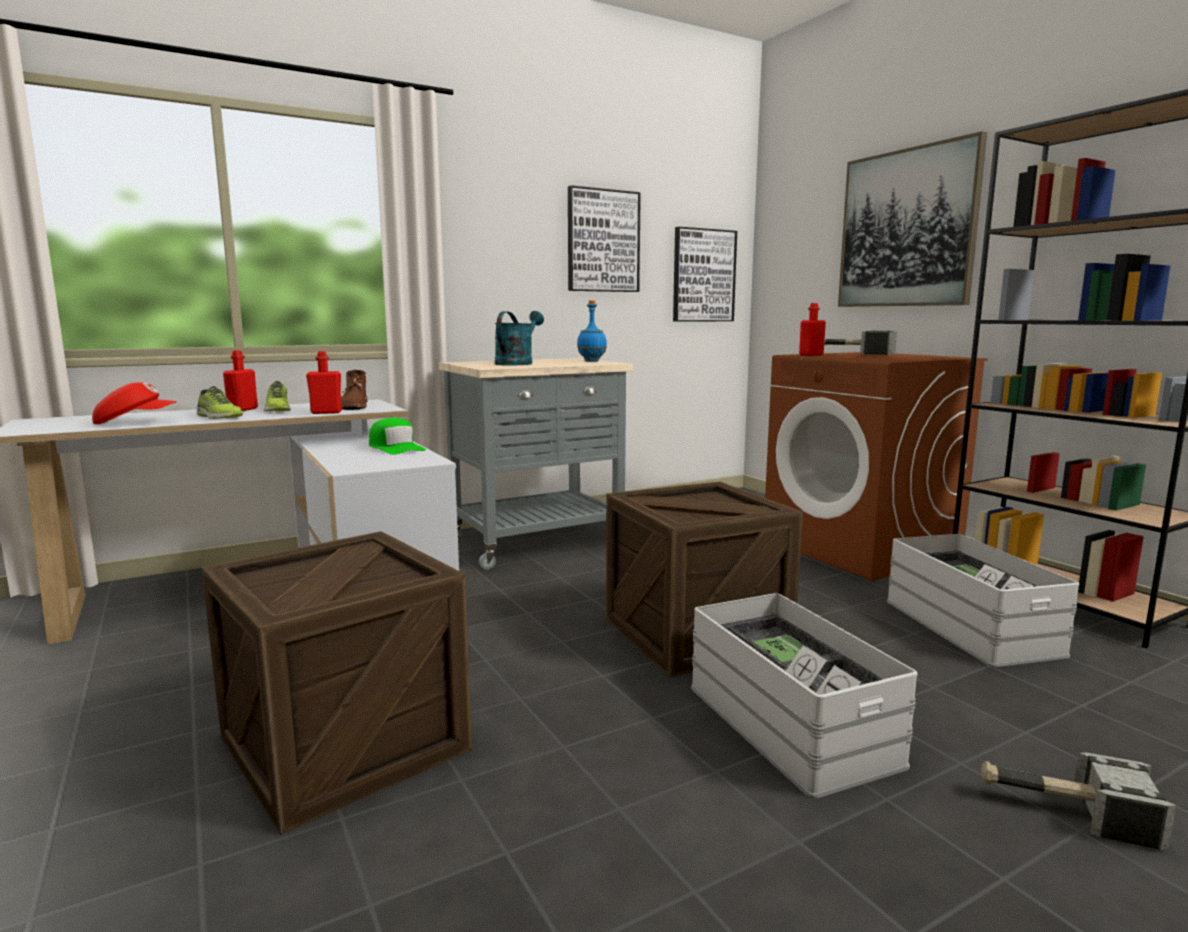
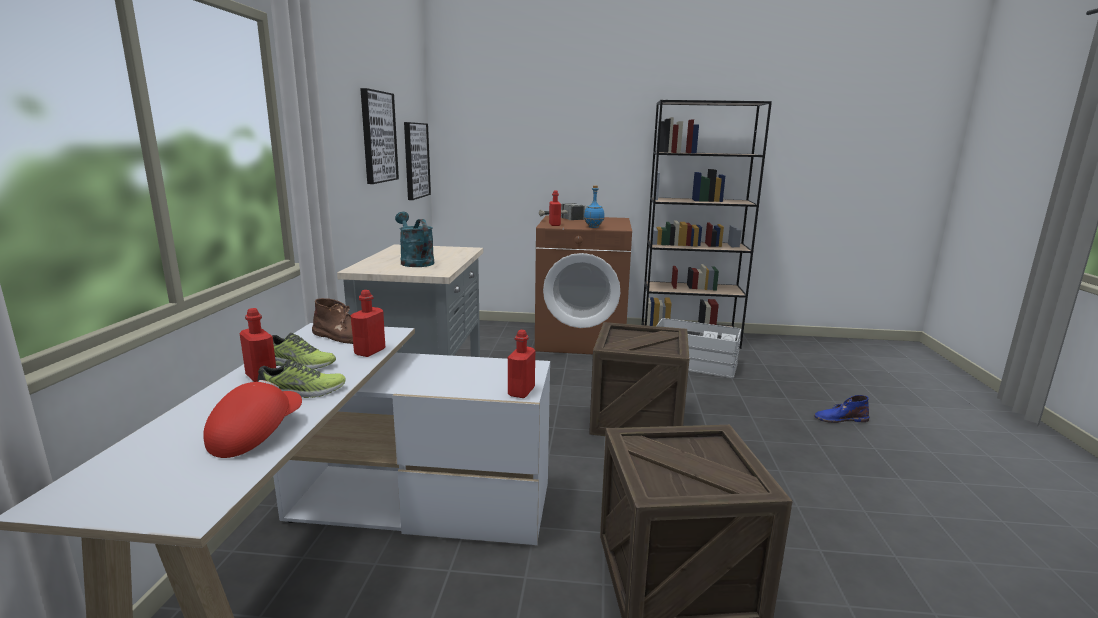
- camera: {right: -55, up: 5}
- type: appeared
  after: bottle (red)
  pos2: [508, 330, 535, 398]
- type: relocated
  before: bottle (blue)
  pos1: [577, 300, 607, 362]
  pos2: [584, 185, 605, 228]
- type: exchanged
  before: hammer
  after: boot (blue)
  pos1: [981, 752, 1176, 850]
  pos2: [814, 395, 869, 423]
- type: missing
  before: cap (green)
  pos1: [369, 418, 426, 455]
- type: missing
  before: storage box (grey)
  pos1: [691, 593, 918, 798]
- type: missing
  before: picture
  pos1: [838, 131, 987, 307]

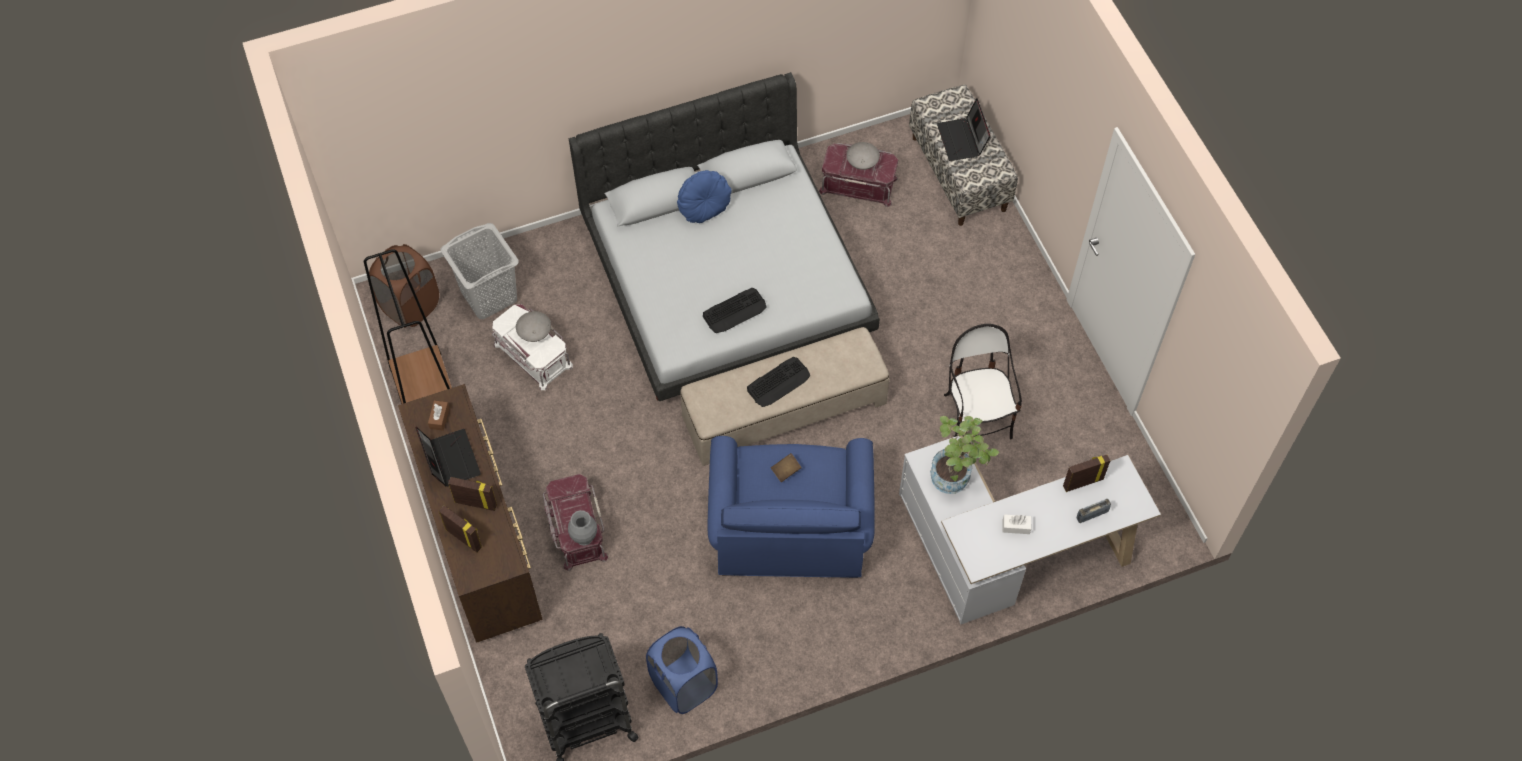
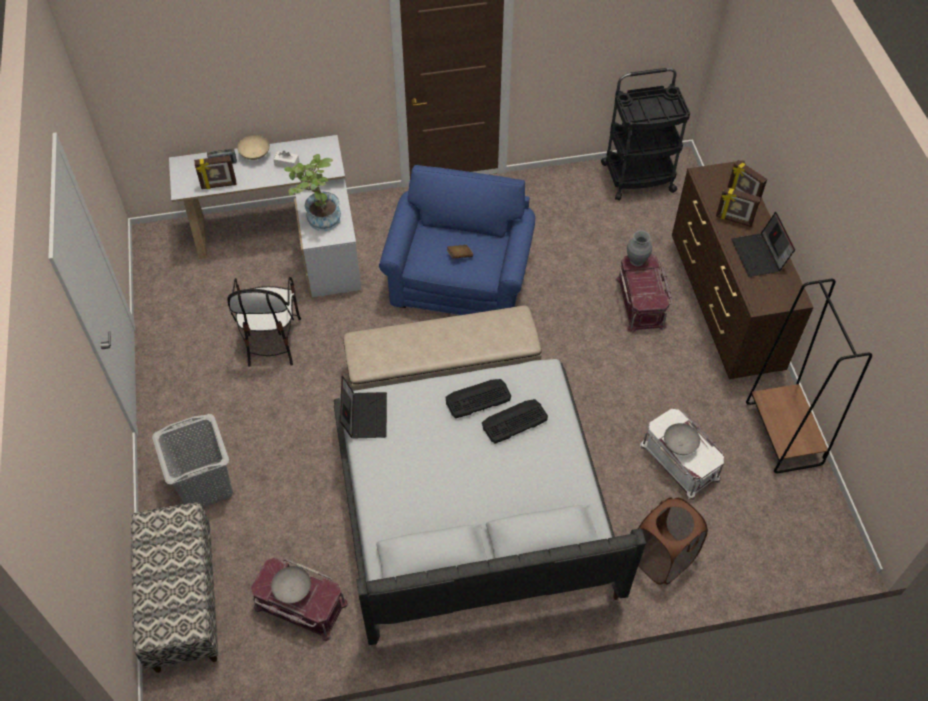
- camera: {right: -170, up: -5}
- type: relocated
  before: laundry basket (grey)
  pos1: [440, 223, 519, 319]
  pos2: [152, 414, 233, 507]
- type: appeared
  after: bowl (beige)
  pos2: [237, 135, 270, 160]
- type: relocated
  before: laptop
  pos1: [937, 98, 991, 161]
  pos2: [340, 376, 387, 438]
- type: relocated
  before: keyboard
  pos1: [747, 357, 810, 407]
  pos2: [482, 399, 548, 444]
- type: relocated
  before: laundry basket (brown)
  pos1: [369, 244, 439, 328]
  pos2: [638, 497, 708, 585]
- type: missing
  before: tissue box (brown)
  pos1: [428, 401, 449, 431]
- type: missing
  before: laundry basket (blue)
  pos1: [646, 626, 718, 714]
- type: missing
  before: pillow (blue)
  pos1: [677, 170, 732, 223]

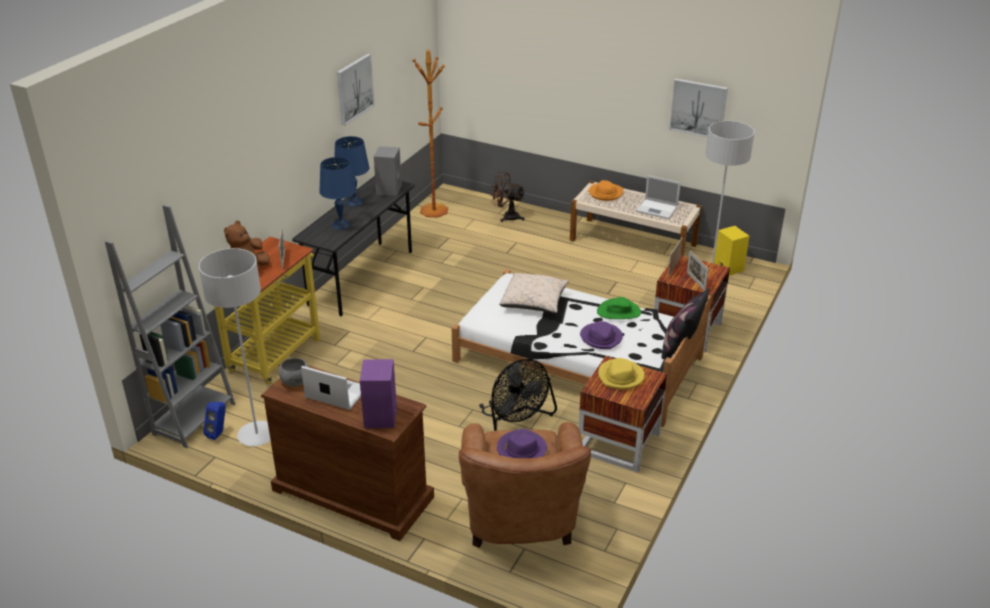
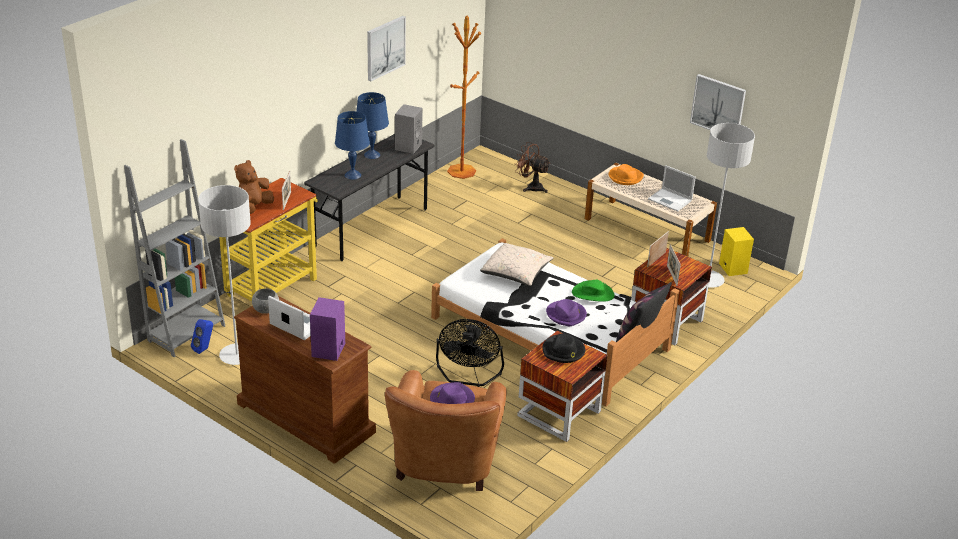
- camera: {right: 10, up: 0}
- type: spun
  before: fan (black)
  pos1: [479, 359, 557, 431]
  pos2: [436, 319, 504, 387]
  turn: -150
- type: colour
  before: hat (yellow)
  after: hat (black)
  pos1: [598, 358, 645, 390]
  pos2: [543, 333, 585, 363]

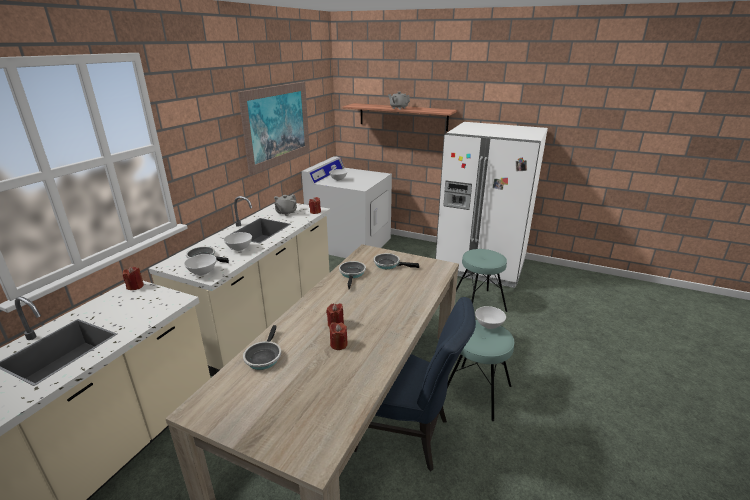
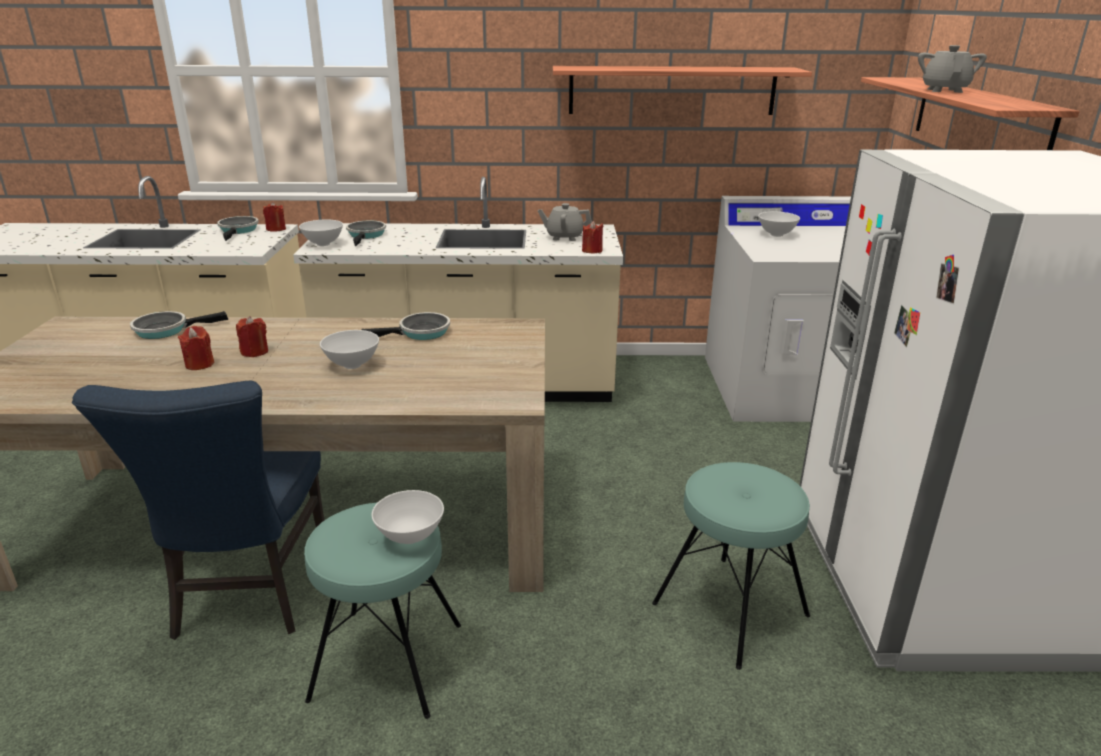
- camera: {right: 65, up: 0}
- type: relocated
  before: frying pan
  pos1: [374, 253, 419, 269]
  pos2: [217, 216, 259, 241]
- type: relocated
  before: bowl (white)
  pos1: [224, 232, 252, 251]
  pos2: [320, 330, 379, 369]
- type: exchanged
  before: picture
  after: shelf
  pos1: [238, 82, 310, 176]
  pos2: [553, 66, 812, 115]

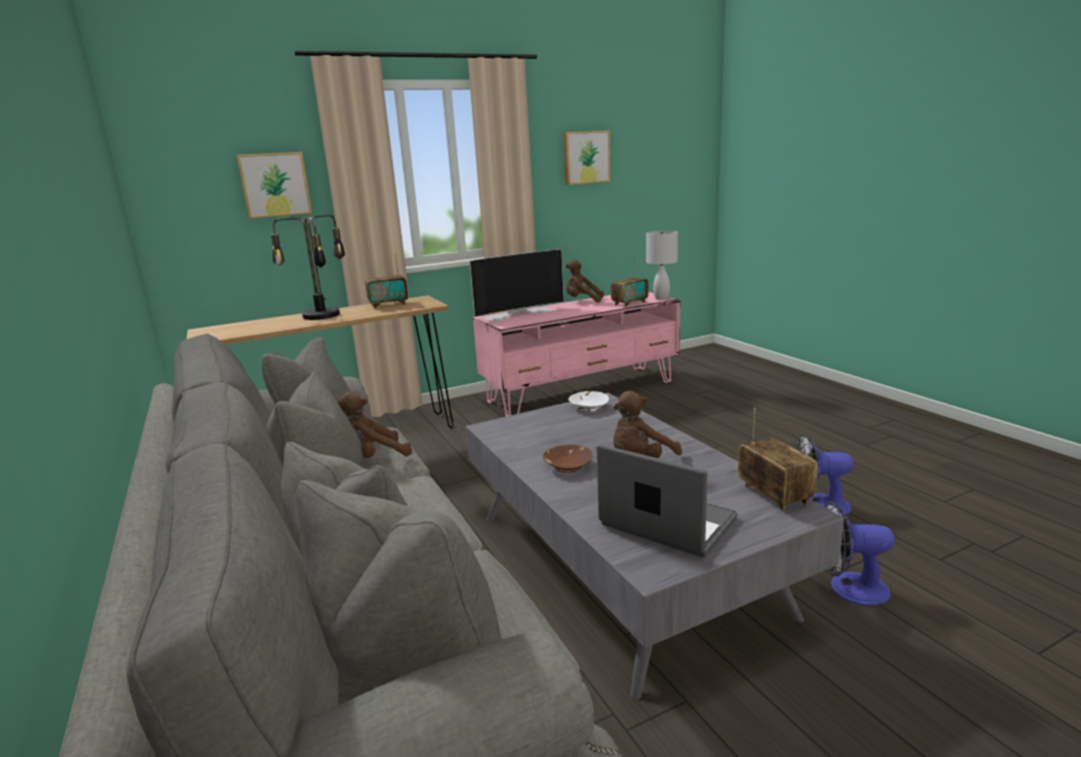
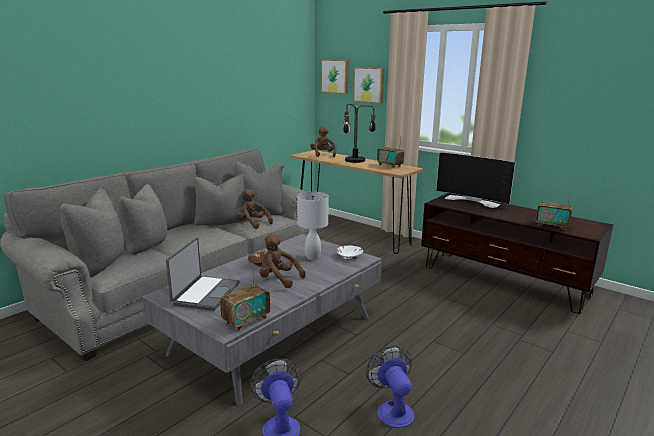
- camera: {right: 65, up: 0}
- type: relocated
  before: table lamp (white)
  pos1: [646, 231, 678, 299]
  pos2: [297, 192, 329, 260]
- type: relocated
  before: plush toy (brown)
  pos1: [566, 259, 604, 303]
  pos2: [310, 127, 337, 157]
- type: relocated
  before: picture
  pos1: [563, 130, 611, 185]
  pos2: [321, 60, 349, 94]
- type: colour
  before: tv stand (pink)
  after: tv stand (brown)
  pos1: [473, 292, 680, 416]
  pos2: [421, 193, 613, 314]

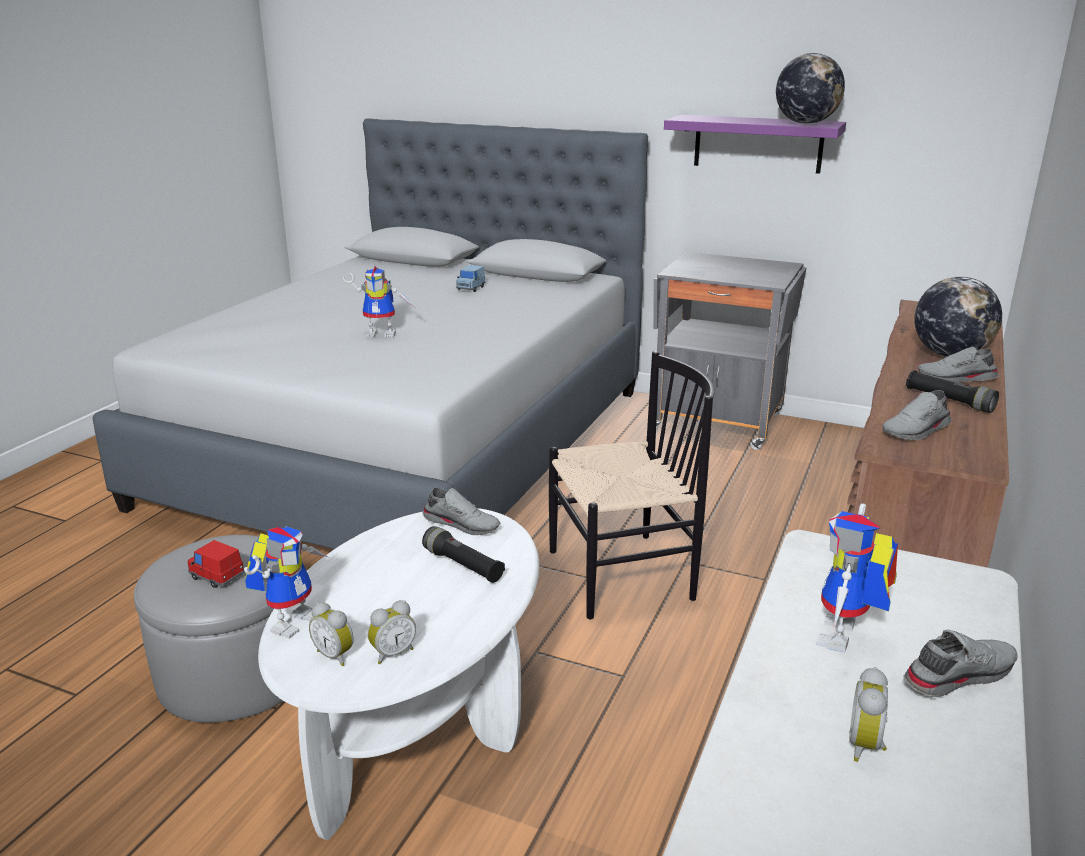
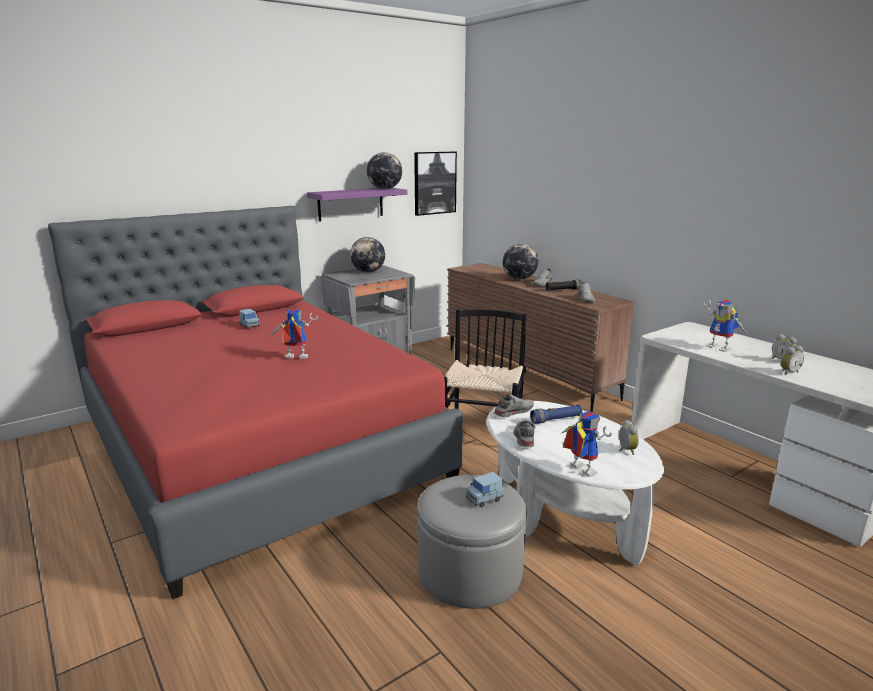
- camera: {right: -60, up: -5}
- type: colour
  before: bed (grey)
  after: bed (red)
  pos1: [92, 119, 648, 549]
  pos2: [48, 206, 463, 599]
- type: spun
  before: toy robot
  pos1: [342, 267, 417, 338]
  pos2: [268, 309, 318, 359]
  turn: -120
- type: appeared
  after: globe
  pos2: [350, 237, 385, 273]
- type: appeared
  after: picture
  pos2: [414, 152, 457, 216]
- type: colour
  before: toy car (red)
  after: toy car (blue)
  pos1: [188, 540, 245, 588]
  pos2: [466, 472, 504, 507]
- type: relocated
  before: shoe (grey)
  pos1: [903, 630, 1018, 697]
  pos2: [513, 419, 535, 447]
- type: colour
  before: flashlight (black)
  after: flashlight (blue)
  pos1: [422, 526, 505, 583]
  pos2: [530, 404, 583, 424]
- type: relocated
  before: alarm clock
  pos1: [309, 602, 354, 666]
  pos2: [780, 346, 804, 375]

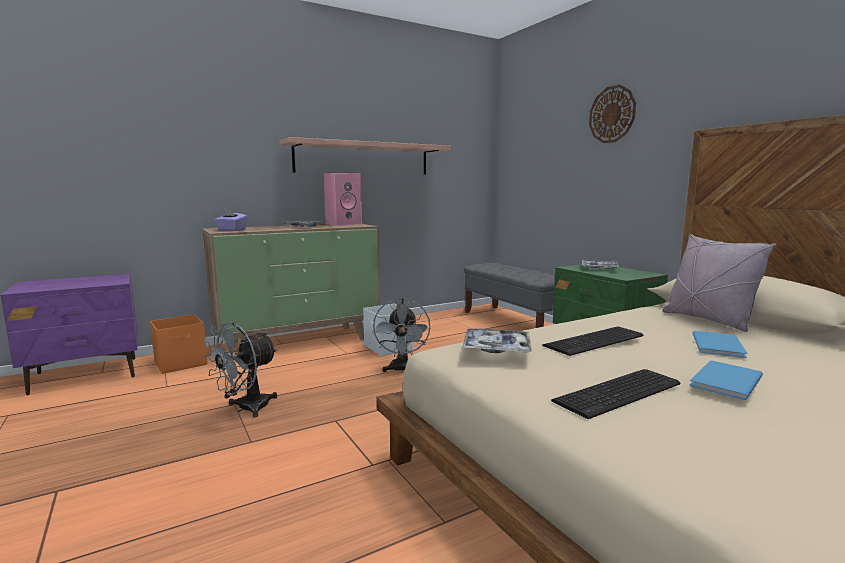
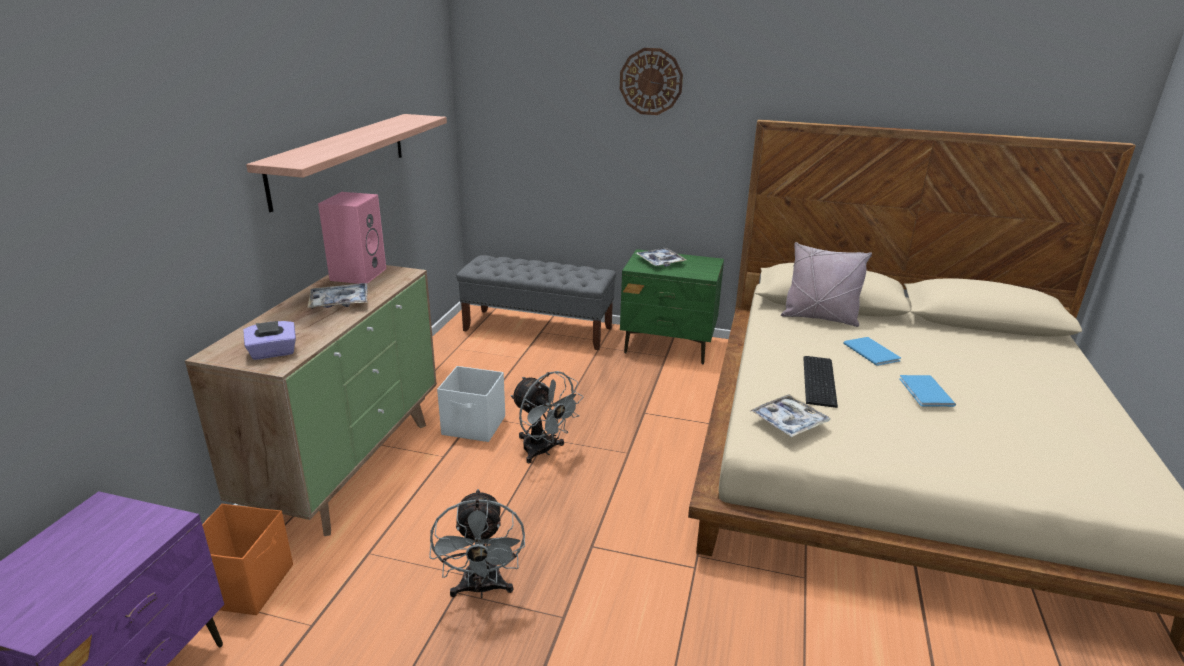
- camera: {right: -45, up: 15}
- type: missing
  before: keyboard
  pos1: [551, 369, 680, 419]

